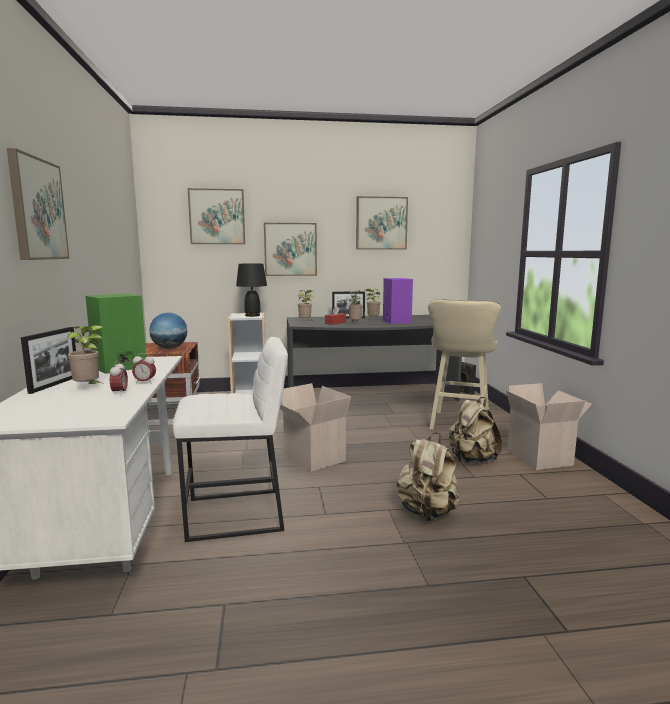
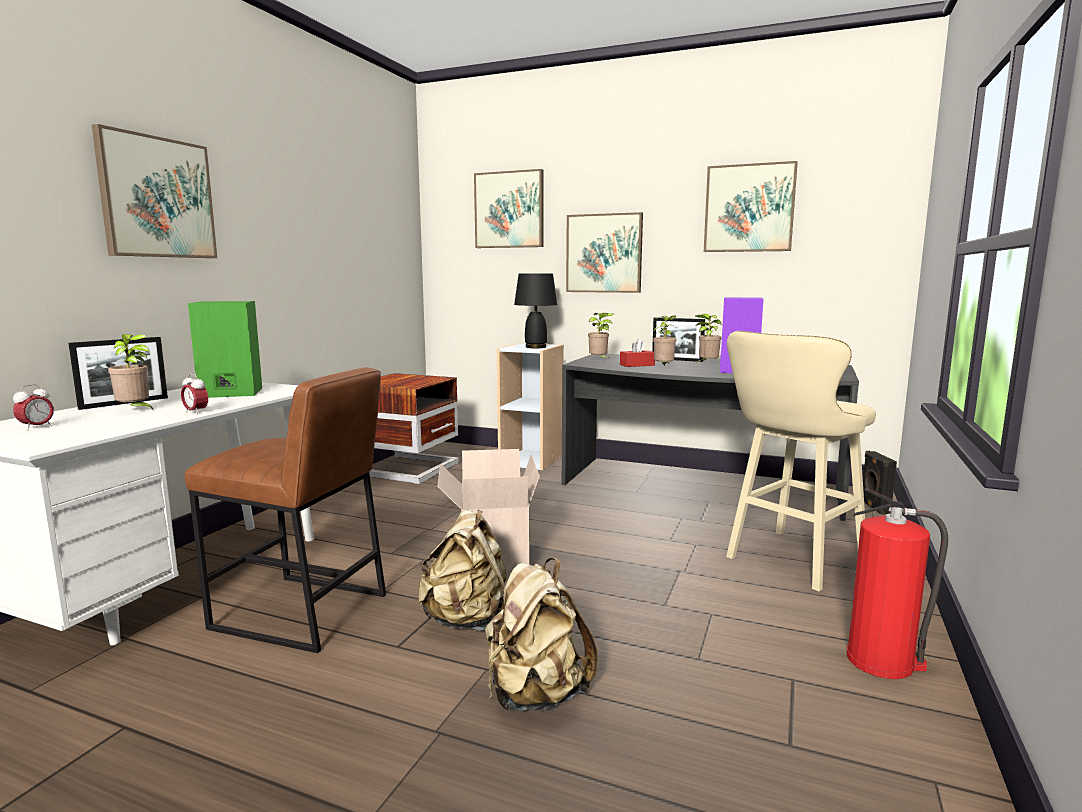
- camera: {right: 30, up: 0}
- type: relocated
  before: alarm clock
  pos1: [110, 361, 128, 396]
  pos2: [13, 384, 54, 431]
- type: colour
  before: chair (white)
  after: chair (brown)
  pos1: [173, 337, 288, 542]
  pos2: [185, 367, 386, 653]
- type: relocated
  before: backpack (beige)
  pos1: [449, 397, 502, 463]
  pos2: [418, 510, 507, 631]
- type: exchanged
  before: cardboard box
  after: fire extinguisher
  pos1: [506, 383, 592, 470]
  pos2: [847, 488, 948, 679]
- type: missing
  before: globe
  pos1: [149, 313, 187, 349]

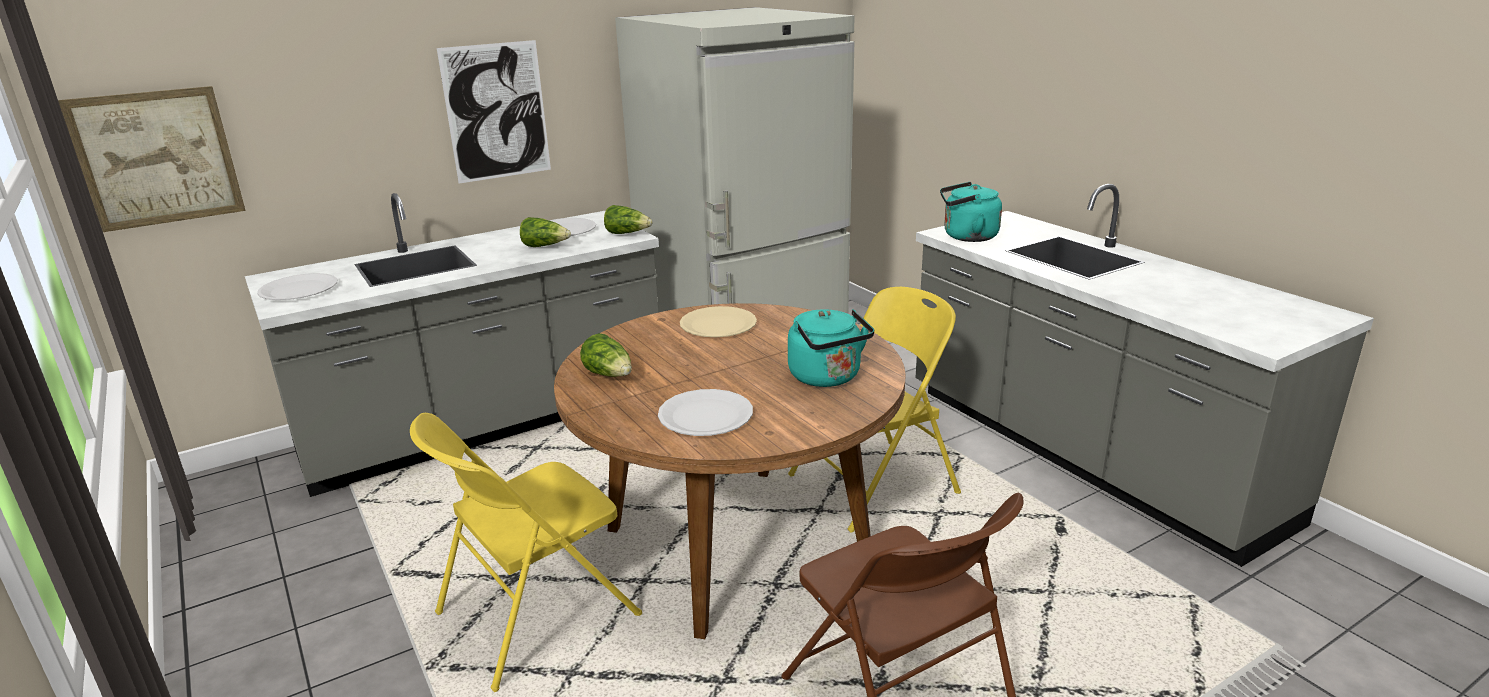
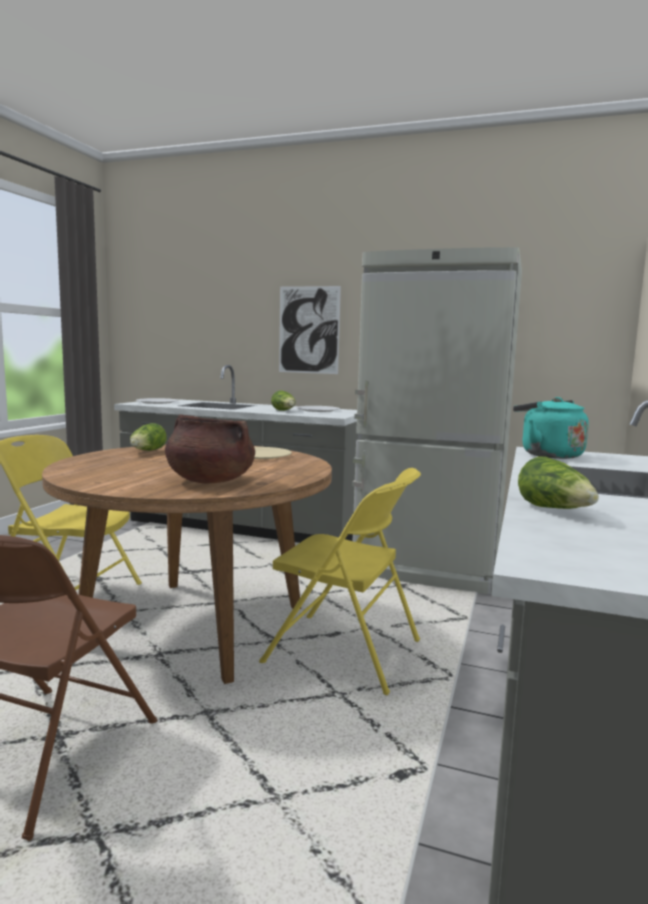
- camera: {right: 50, up: -15}
- type: exchanged
  before: kettle (turquoise)
  after: cooking pot (brown)
  pos1: [788, 309, 874, 387]
  pos2: [165, 414, 255, 483]
- type: relocated
  before: lettuce
  pos1: [604, 205, 652, 234]
  pos2: [518, 456, 599, 509]
- type: missing
  before: picture
  pos1: [58, 86, 246, 232]
- type: missing
  before: plate (white)
  pos1: [658, 389, 753, 436]

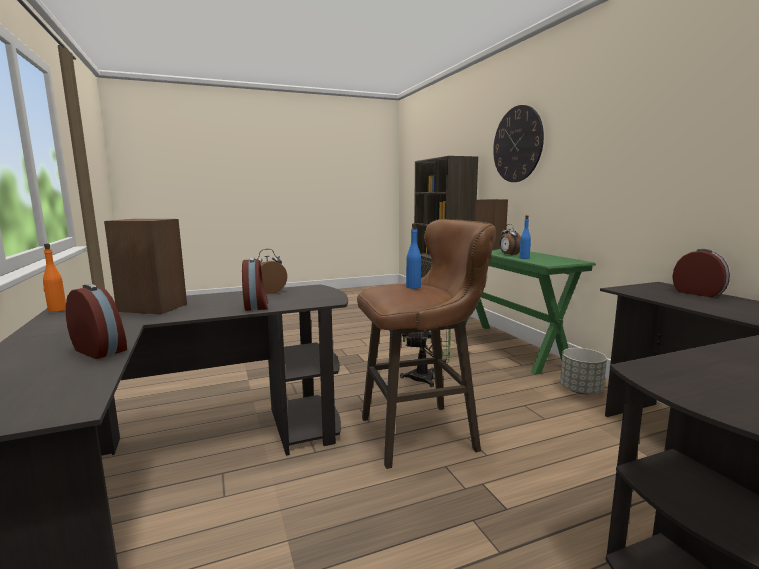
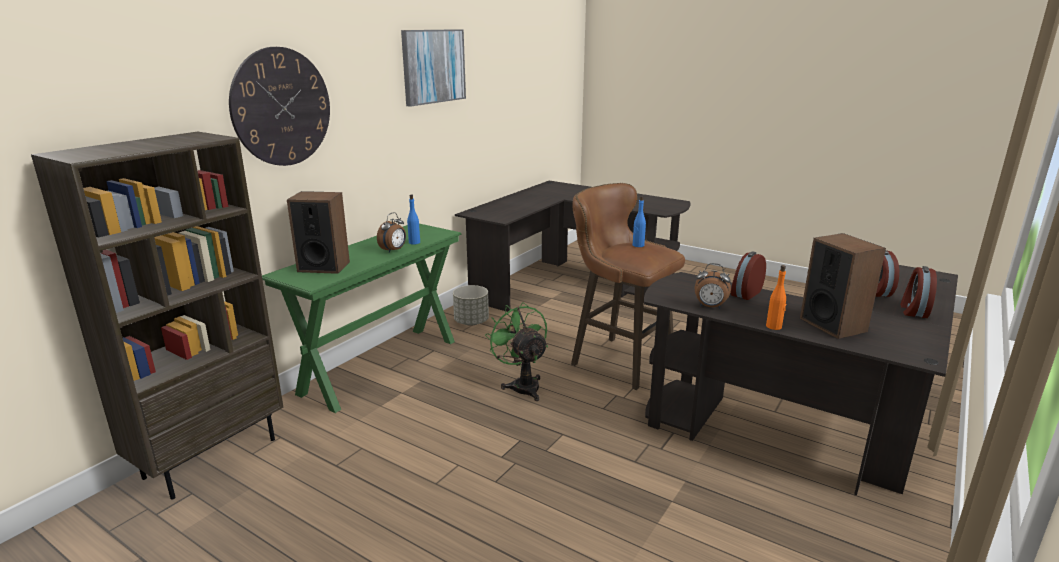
- camera: {right: -125, up: 10}
- type: appeared
  after: picture
  pos2: [401, 29, 466, 107]
- type: relocated
  before: bottle (orange)
  pos1: [43, 243, 66, 312]
  pos2: [766, 265, 786, 330]
- type: relocated
  before: alarm clock
  pos1: [673, 249, 730, 297]
  pos2: [900, 266, 937, 318]

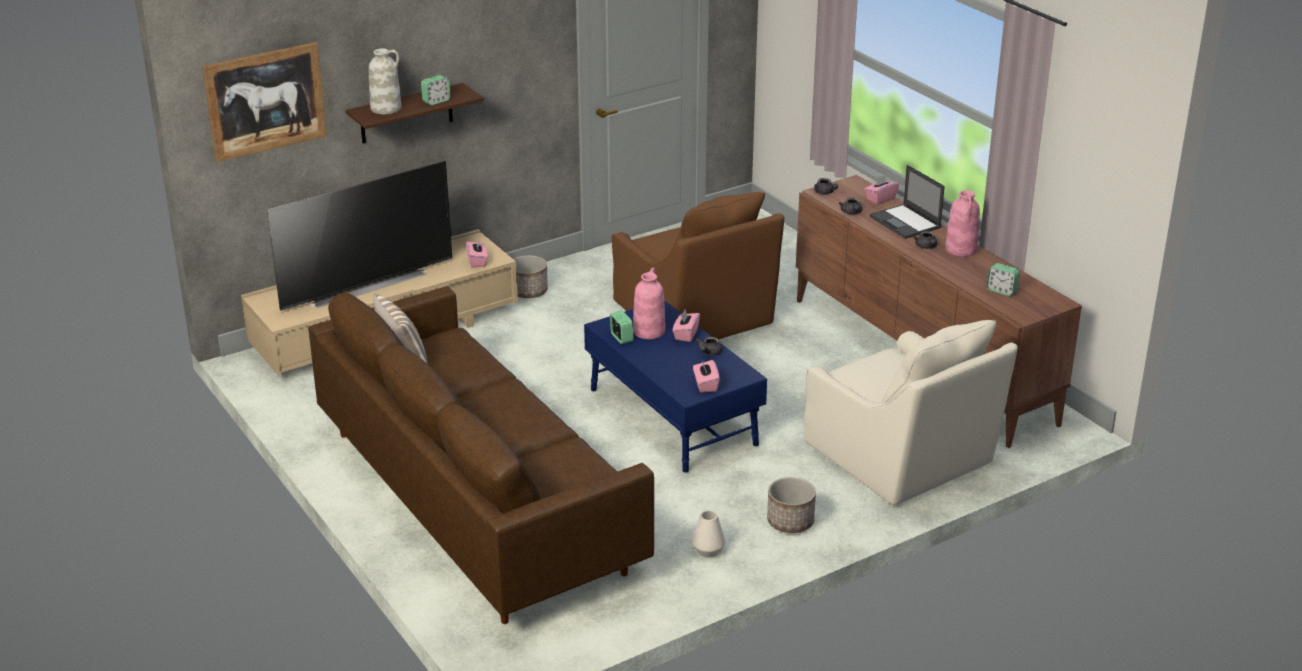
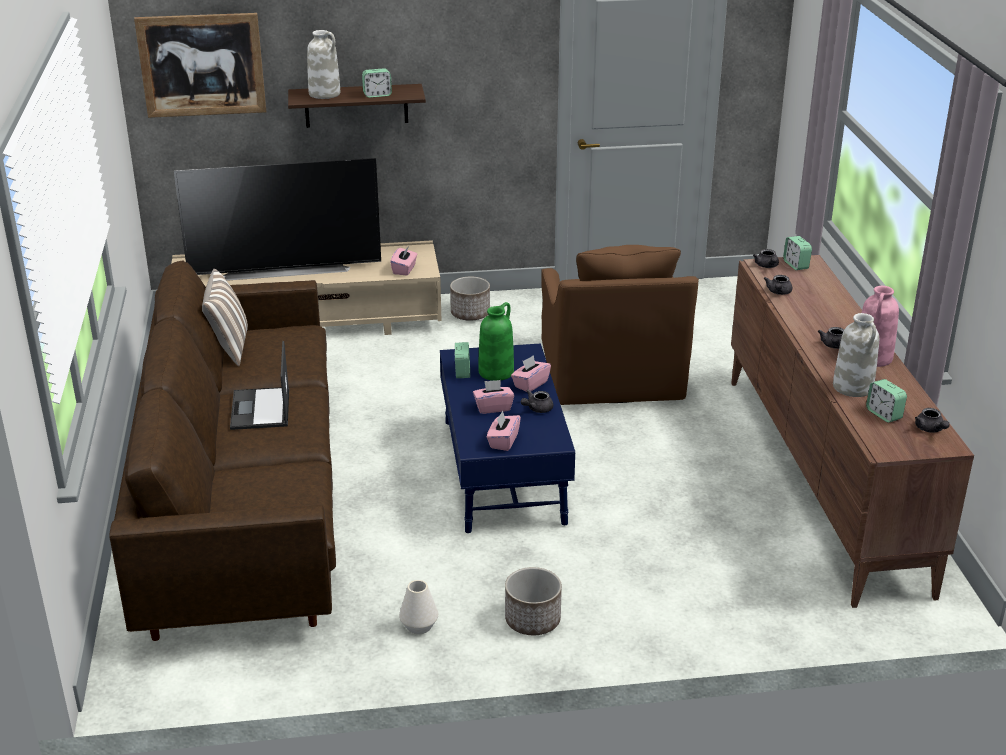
- camera: {right: 25, up: 0}
- type: relocated
  before: laptop
  pos1: [869, 165, 945, 239]
  pos2: [230, 341, 289, 430]
- type: relocated
  before: tissue box (pink)
  pos1: [864, 175, 899, 204]
  pos2: [473, 380, 514, 414]
- type: colour
  before: vase (pink)
  after: vase (green)
  pos1: [633, 268, 665, 339]
  pos2: [479, 302, 514, 381]
- type: appeared
  after: alarm clock
  pos2: [783, 236, 812, 270]
- type: appeared
  after: vase (white)
  pos2: [833, 313, 879, 397]
- type: appeared
  after: teapot (grey)
  pos2: [915, 408, 950, 433]
- type: missing
  before: armchair (beige)
  pos1: [803, 320, 1018, 505]

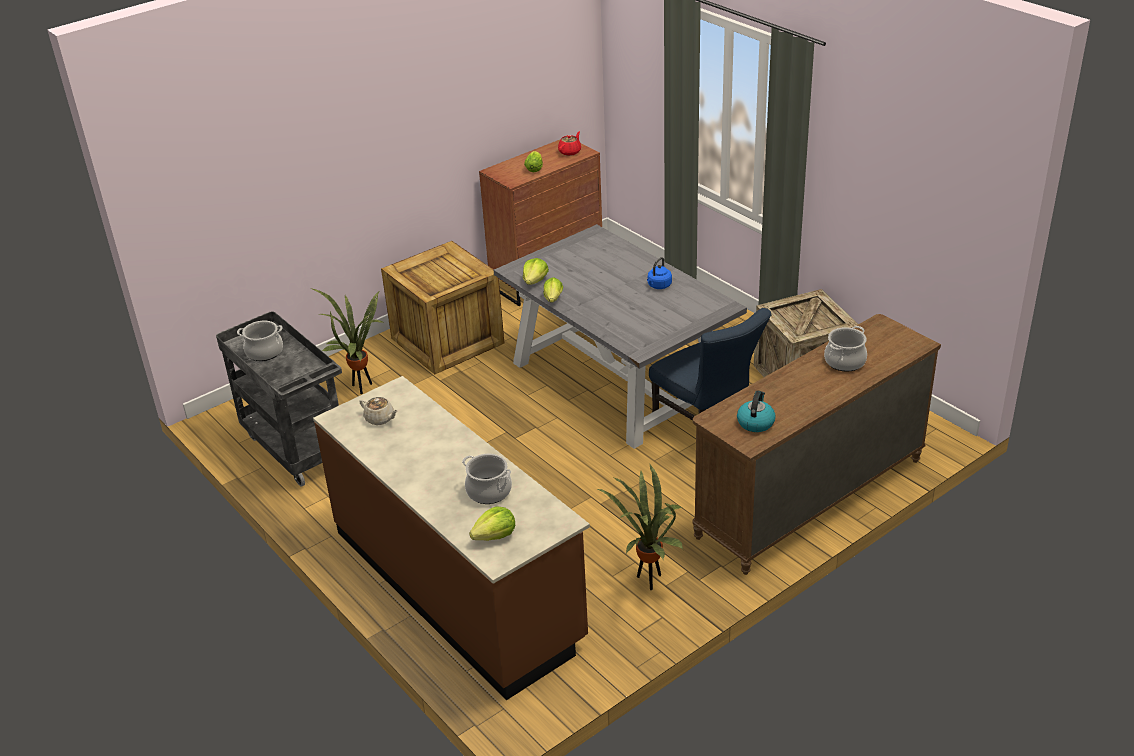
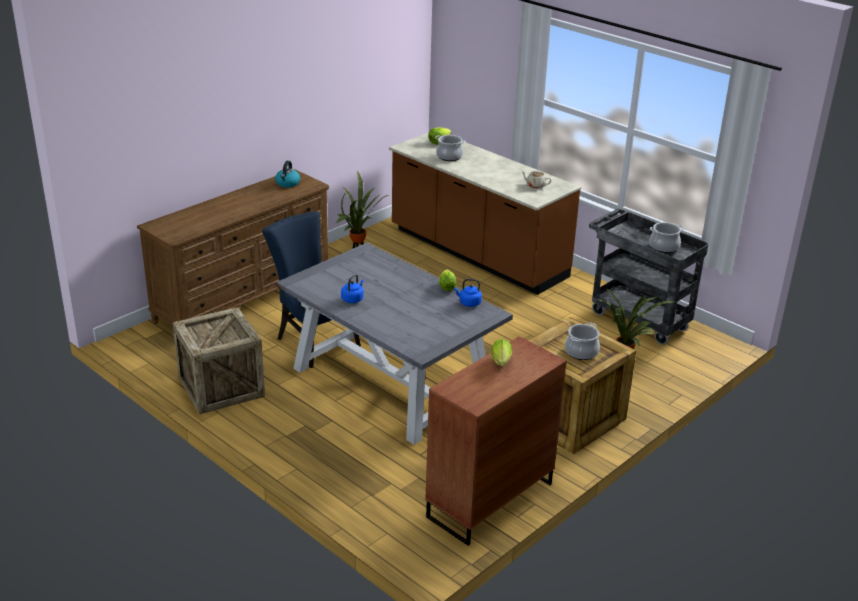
- camera: {right: 170, up: -5}
- type: exchanged
  before: lettuce
  after: kettle (blue)
  pos1: [523, 258, 549, 285]
  pos2: [454, 279, 482, 307]
- type: relocated
  before: cooking pot
  pos1: [824, 326, 867, 371]
  pos2: [565, 322, 600, 360]
- type: missing
  before: teapot (red)
  pos1: [558, 131, 581, 156]

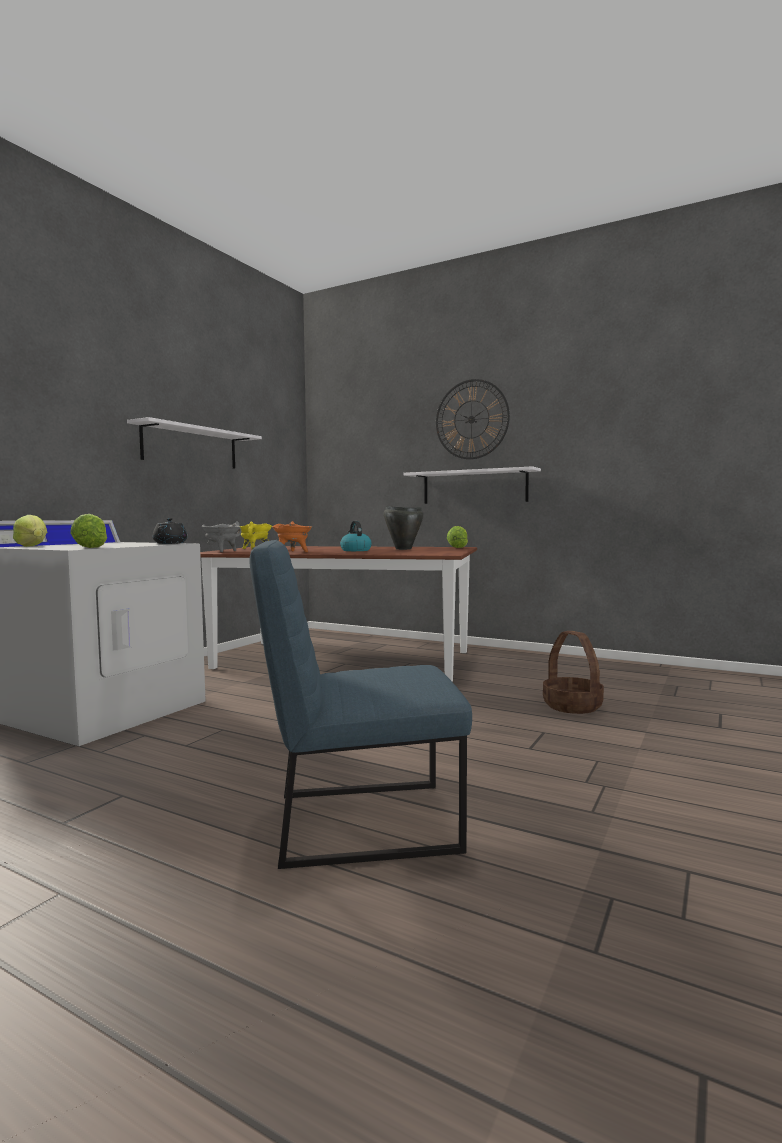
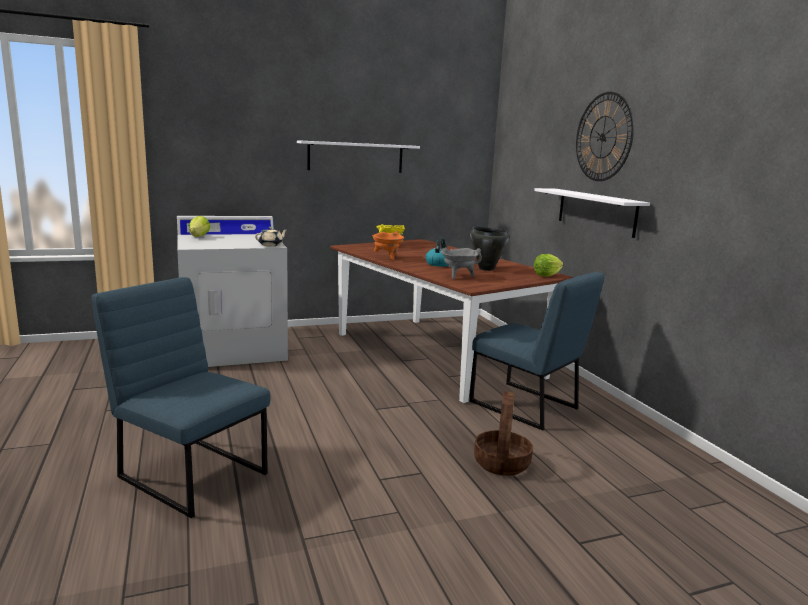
- camera: {right: 40, up: 10}
- type: colour
  before: teapot (black)
  after: teapot (beige)
  pos1: [153, 518, 187, 544]
  pos2: [255, 227, 288, 246]
- type: relocated
  before: cooking pot (grey)
  pos1: [202, 522, 241, 552]
  pos2: [441, 248, 482, 279]
- type: appeared
  after: chair (blue)
  pos2: [469, 272, 605, 430]
- type: missing
  before: lettuce
  pos1: [70, 514, 107, 548]

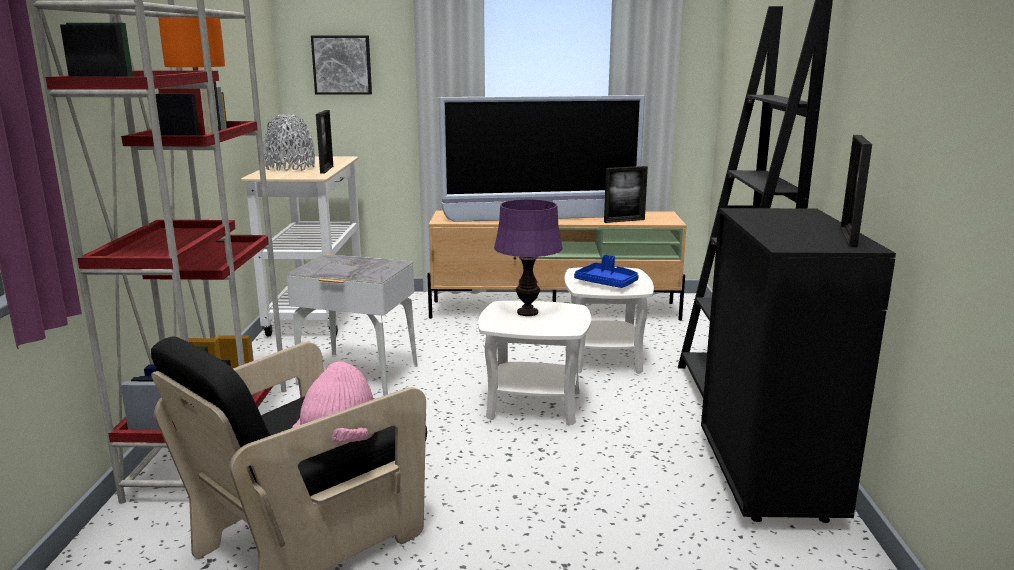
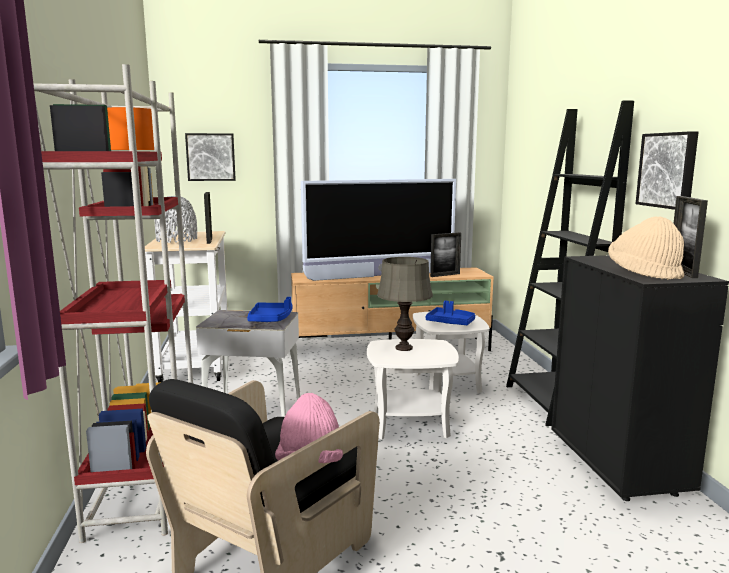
- camera: {right: -10, up: -5}
- type: appeared
  after: tray (blue)
  pos2: [247, 297, 293, 322]
- type: colour
  before: table lamp (purple)
  after: table lamp (grey)
  pos1: [494, 199, 563, 316]
  pos2: [377, 257, 433, 351]
- type: appeared
  after: hat (beige)
  pos2: [608, 216, 684, 280]
- type: appeared
  after: picture
  pos2: [635, 131, 699, 210]

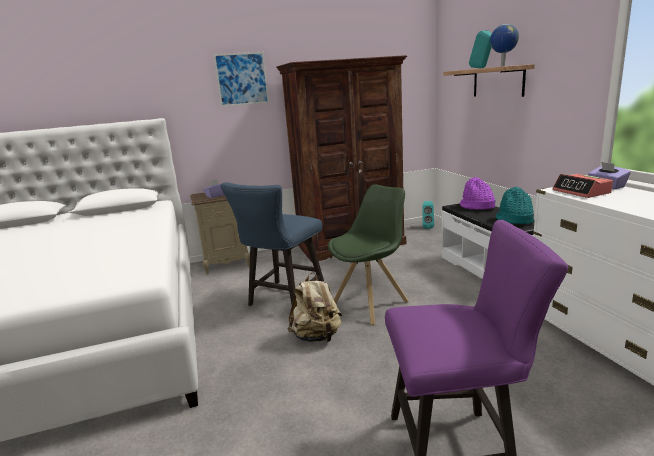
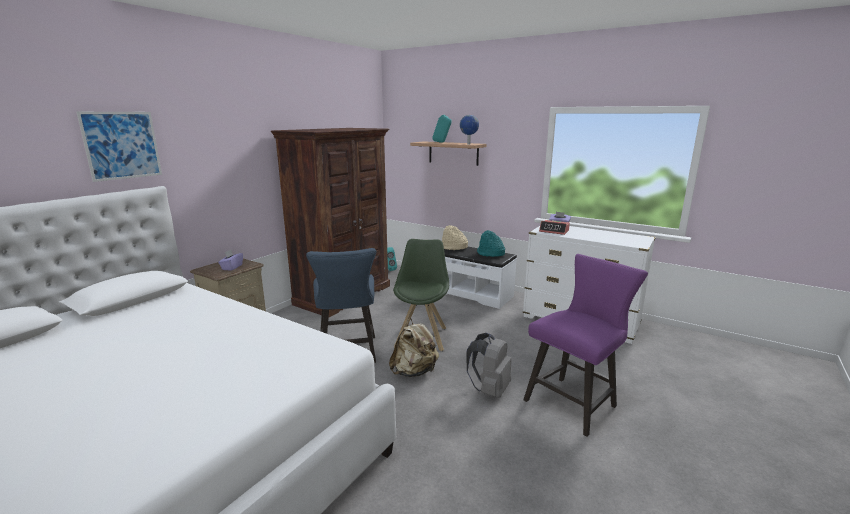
- camera: {right: -40, up: 0}
- type: relocated
  before: picture
  pos1: [213, 52, 269, 107]
  pos2: [76, 112, 162, 182]
- type: colour
  before: hat (purple)
  after: hat (beige)
  pos1: [460, 177, 496, 210]
  pos2: [442, 225, 468, 250]
- type: appeared
  after: backpack (grey)
  pos2: [466, 333, 512, 398]

